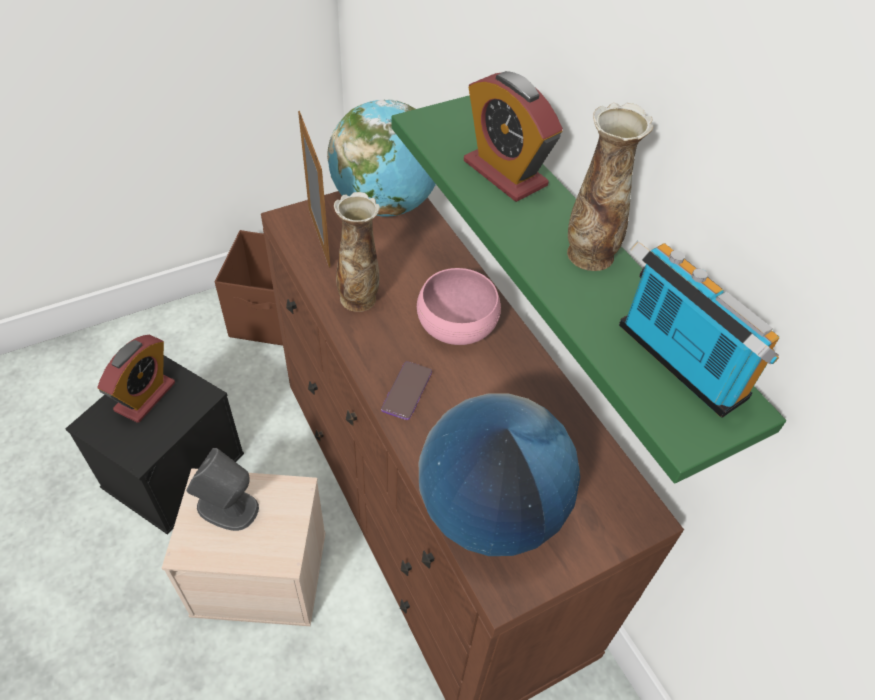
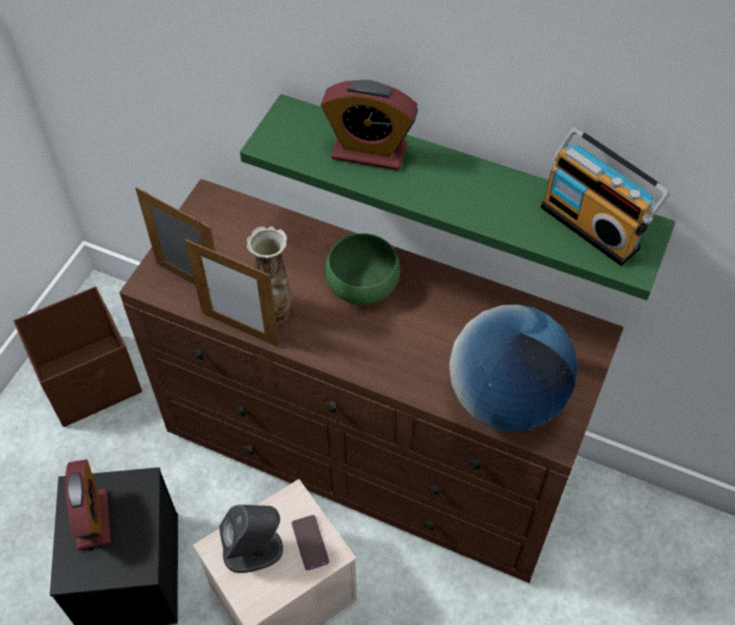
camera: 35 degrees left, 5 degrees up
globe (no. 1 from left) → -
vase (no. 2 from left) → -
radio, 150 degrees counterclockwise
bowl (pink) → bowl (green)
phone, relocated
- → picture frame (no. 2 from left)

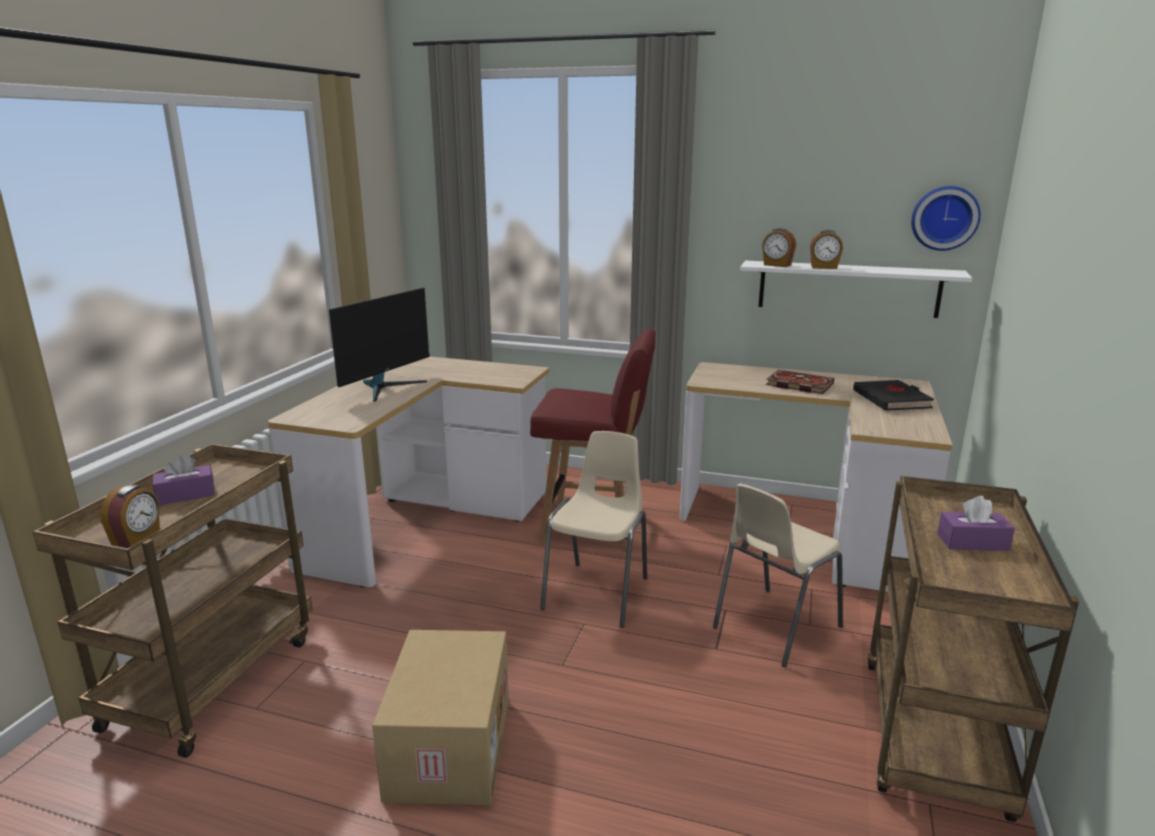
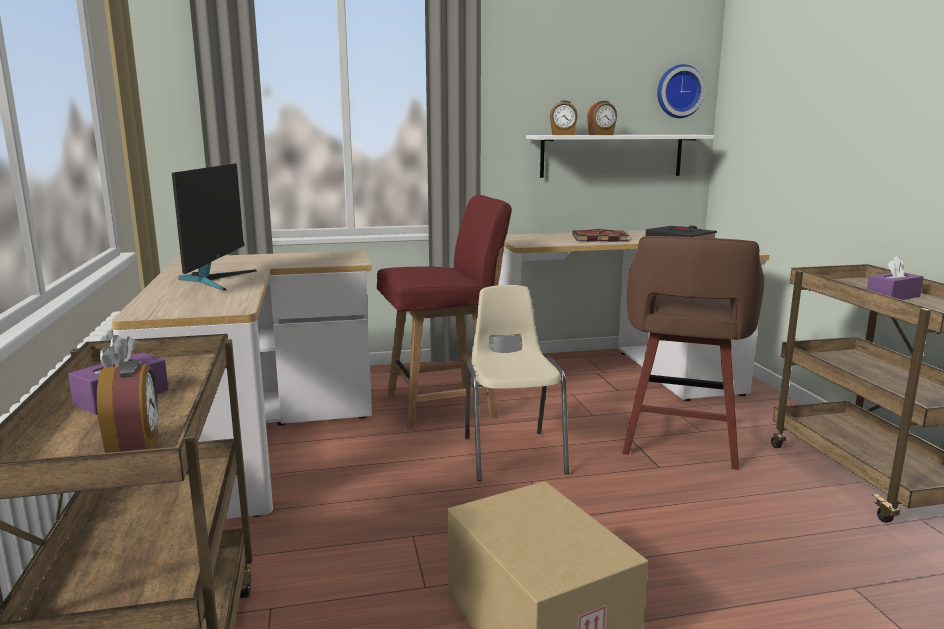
camera: 30 degrees left, 5 degrees down
chair (beige) (no. 2 from left) → stool (brown)

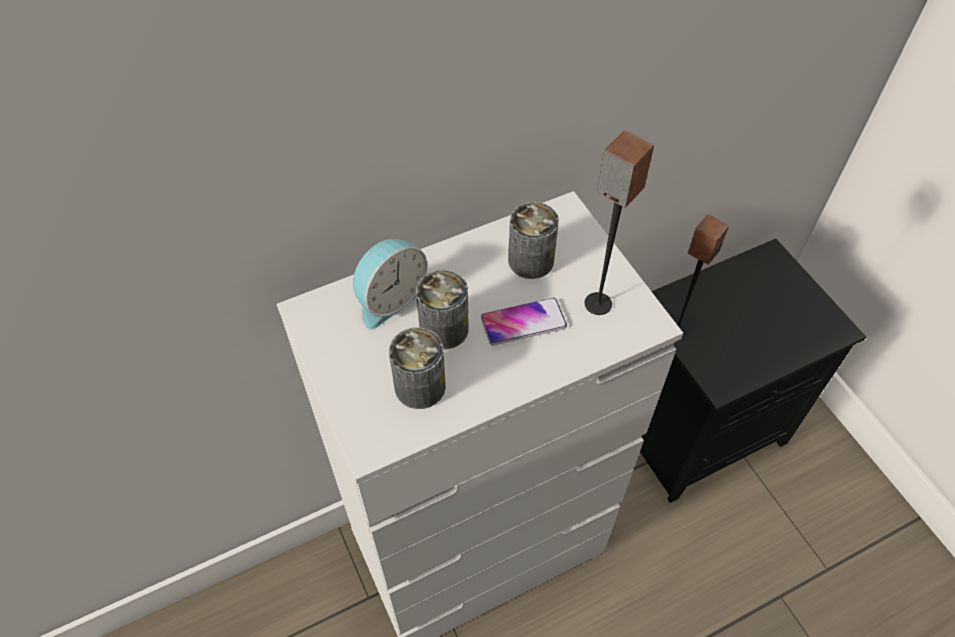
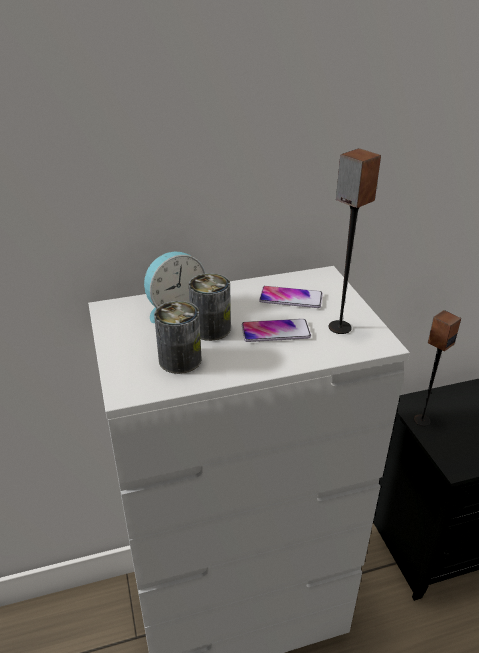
camera: 10 degrees right, 20 degrees down
can (no. 3 from left) → phone (no. 2 from left)

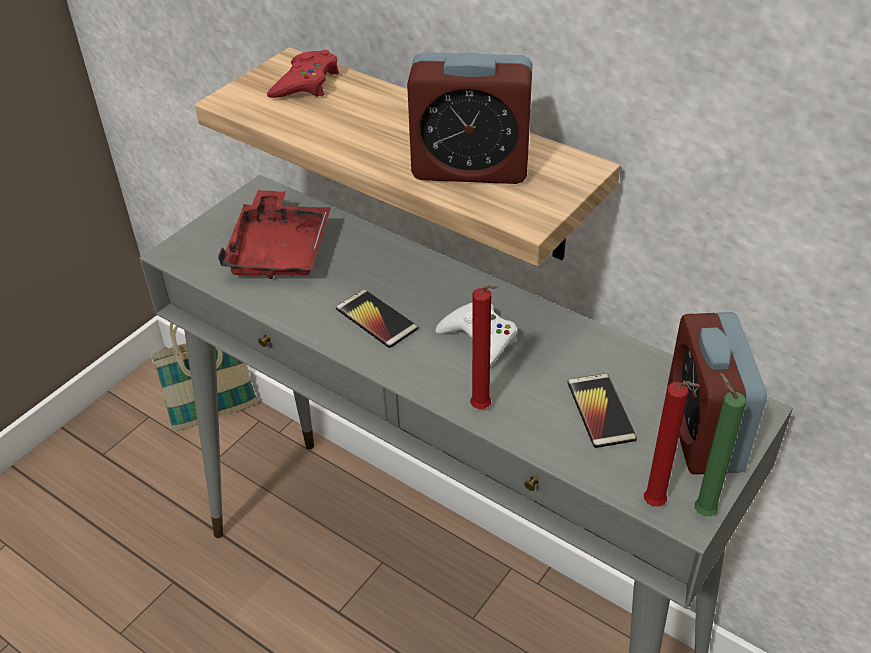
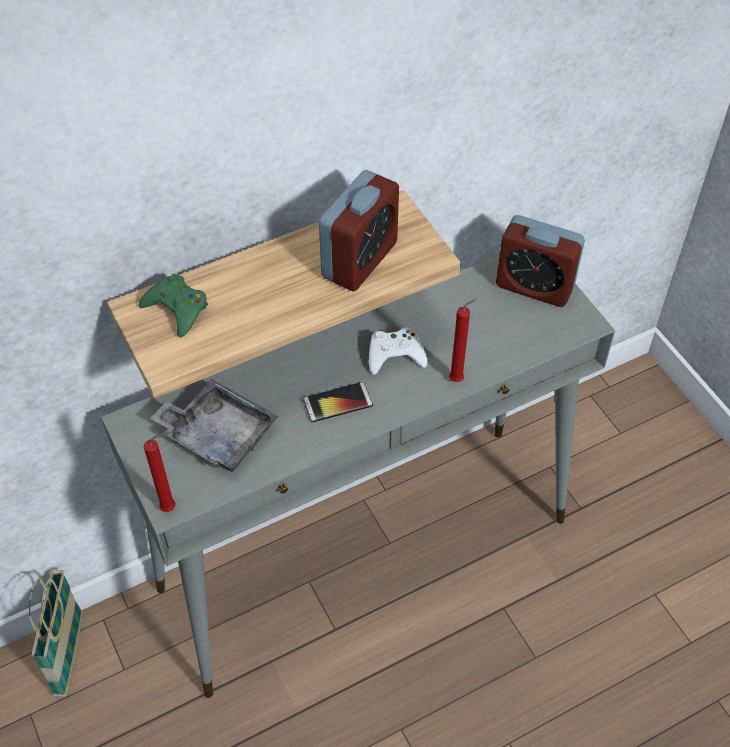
camera: 65 degrees left, 10 degrees up
game controller (red) → game controller (green)
tray (red) → tray (grey)
phone (no. 2 from left) → -
candle (green) → -
candle (red) (no. 2 from left in the first image) → candle (red) (no. 1 from left), relocated

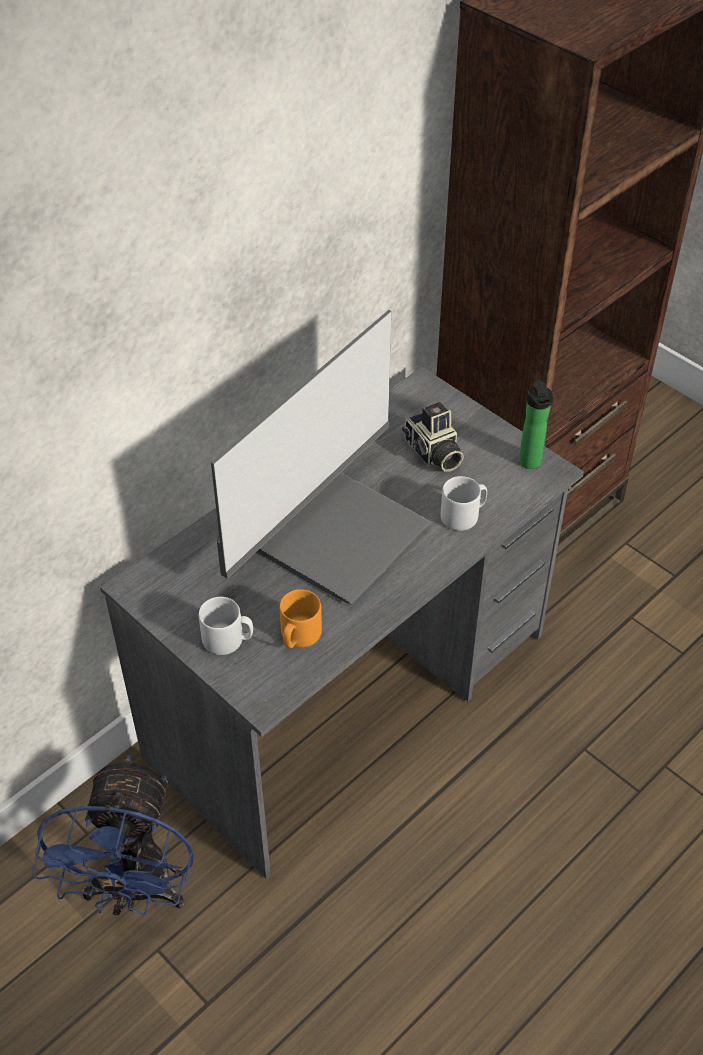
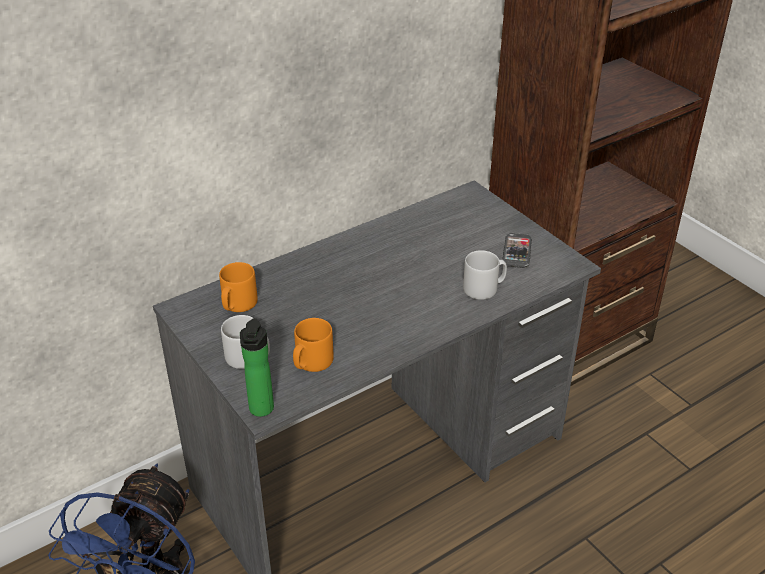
camera: 10 degrees right, 10 degrees down
monitor → -
bottle, relocated
photo camera → -
- → phone
- → mug (orange) (no. 1 from left)

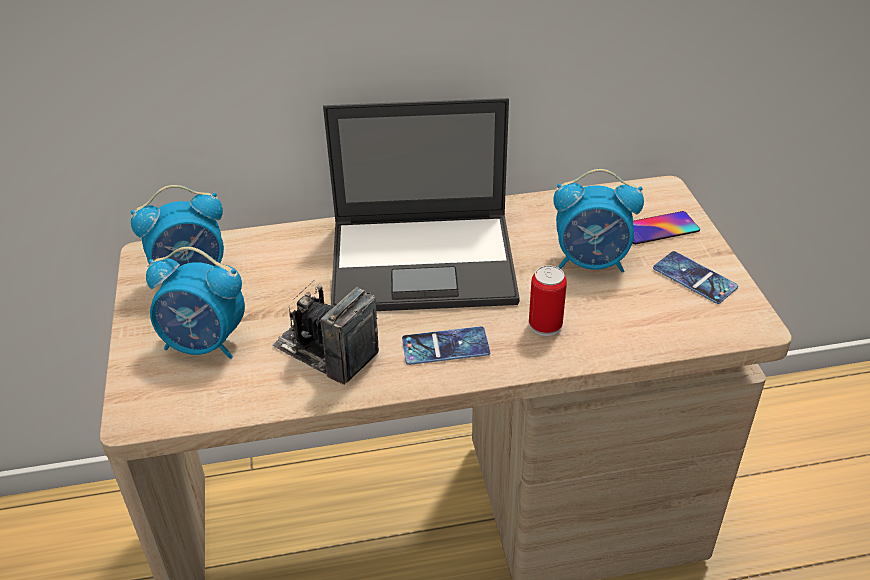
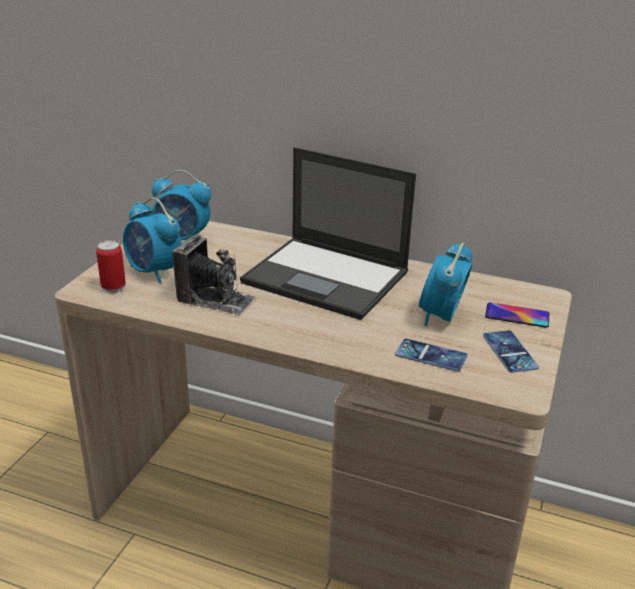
camera: 30 degrees right, 10 degrees down
alarm clock (no. 3 from left), 75 degrees clockwise
can, relocated
photo camera, 135 degrees clockwise
phone (no. 1 from left), relocated

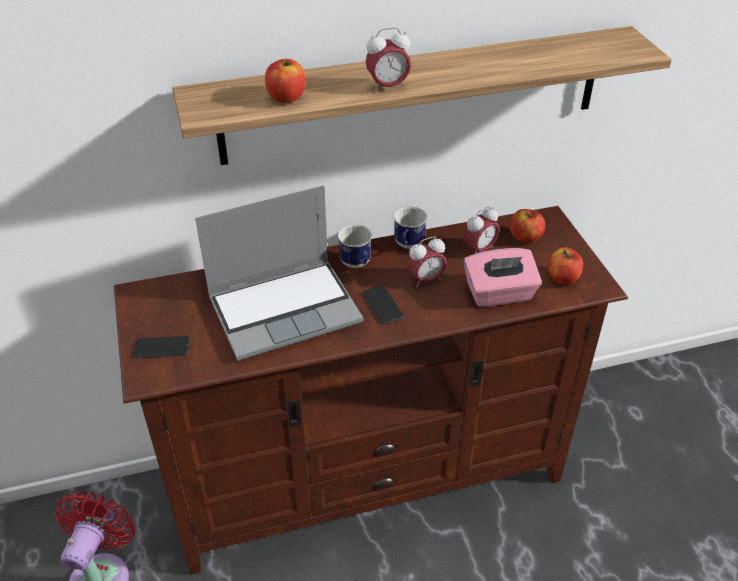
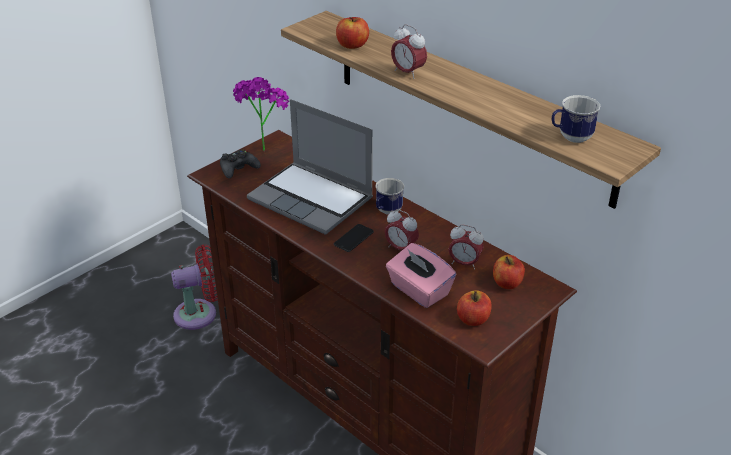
camera: 60 degrees right, 5 degrees down
mug (no. 2 from left), relocated
phone (no. 1 from left) → game controller (black)
- → potted plant

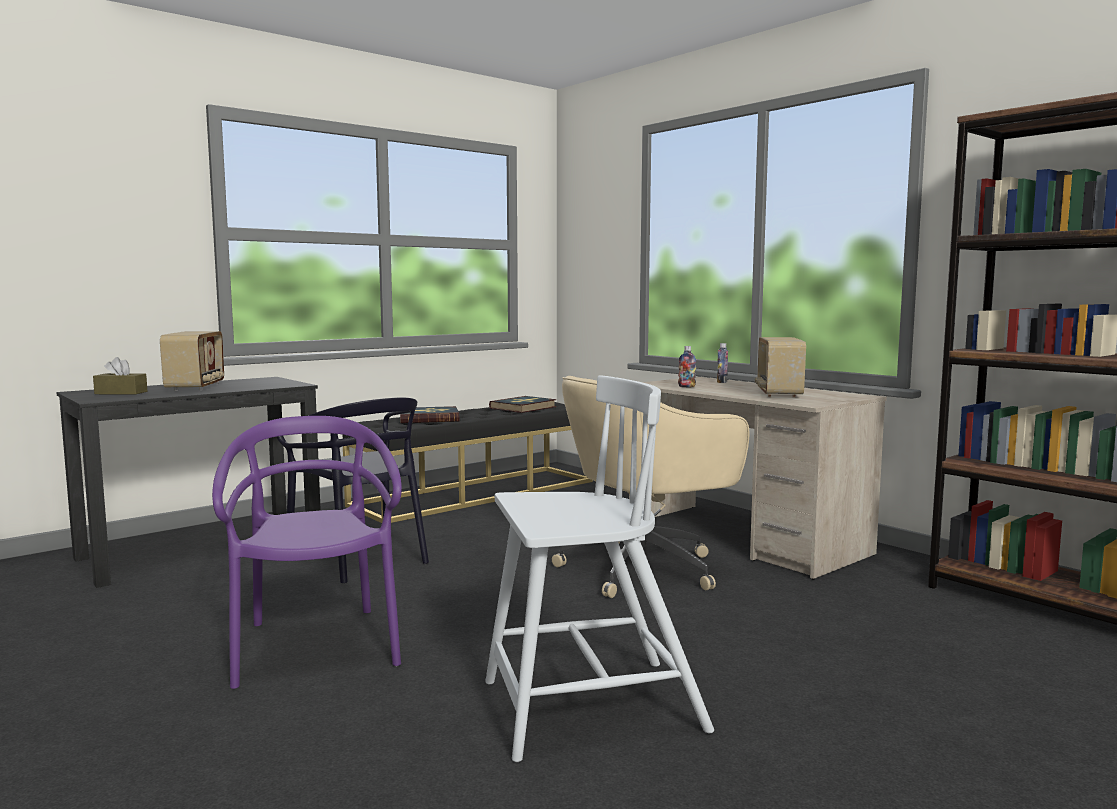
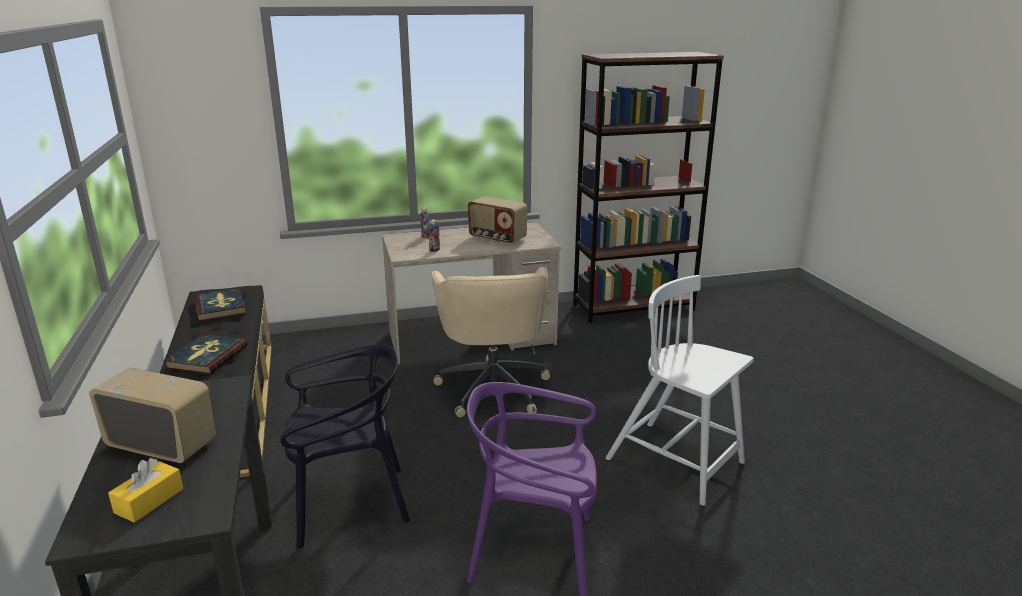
camera: 65 degrees left, 15 degrees up
tissue box (brown) → tissue box (yellow)
chair (white), 60 degrees counterclockwise

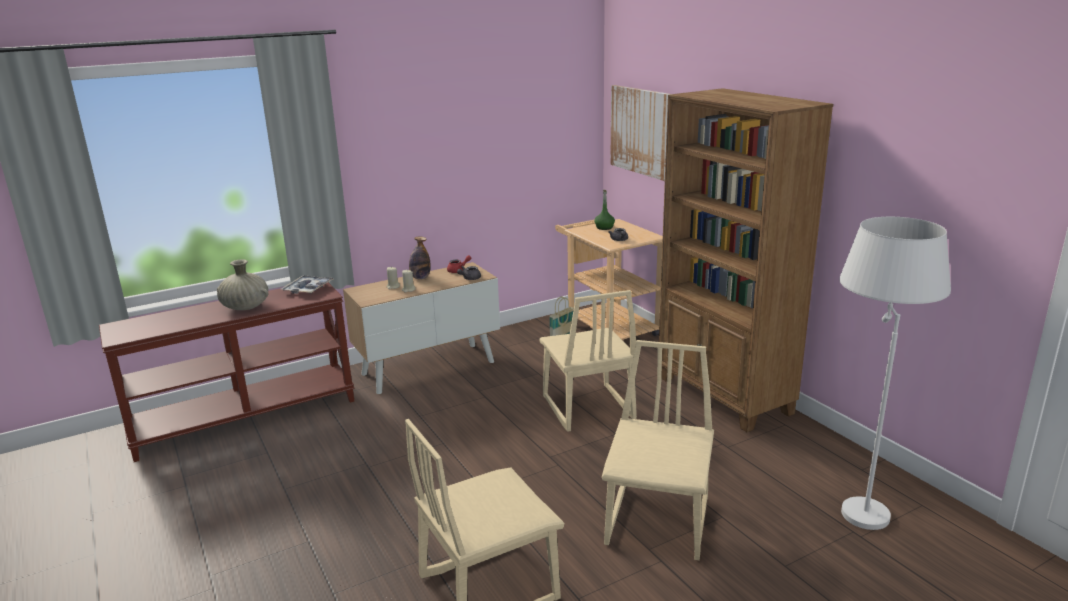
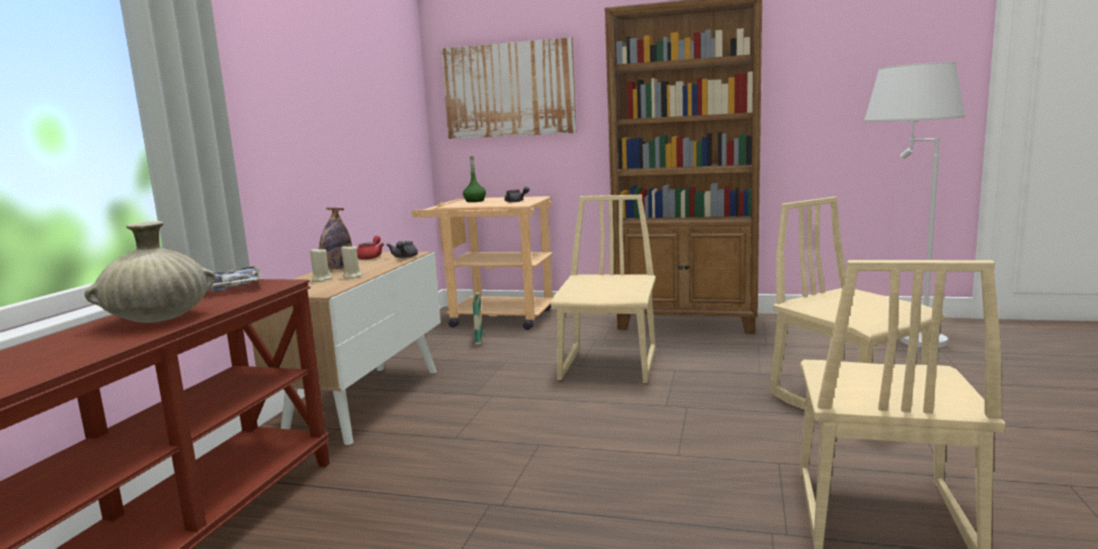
camera: 45 degrees left, 10 degrees down
chair (beige) (no. 2 from left in the first image) → chair (beige) (no. 1 from left), 105 degrees counterclockwise

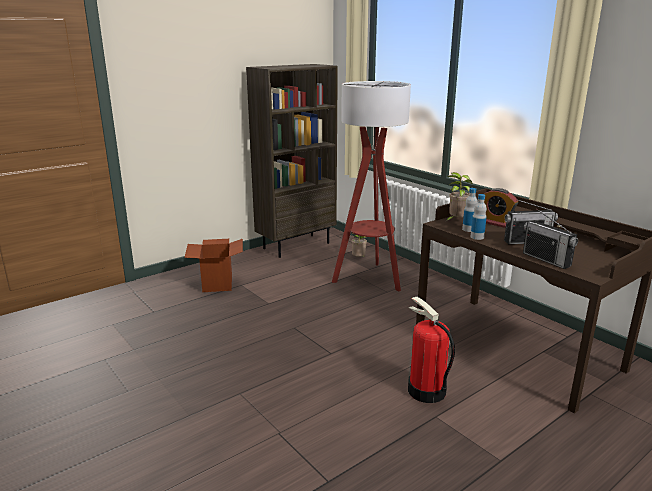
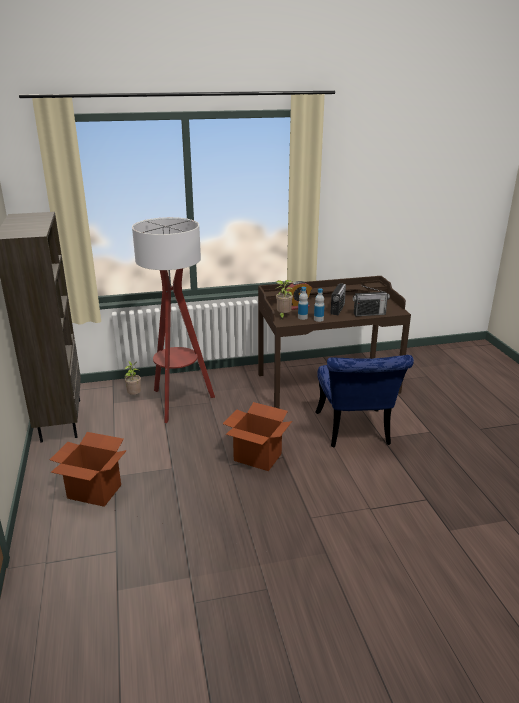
camera: 65 degrees left, 5 degrees up
fire extinguisher → chair (blue)
- → cardboard box (no. 2 from left)

